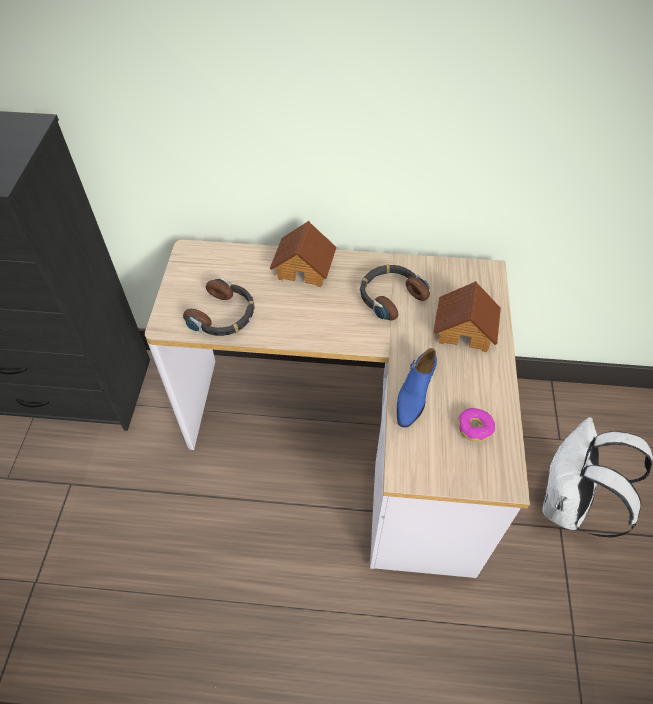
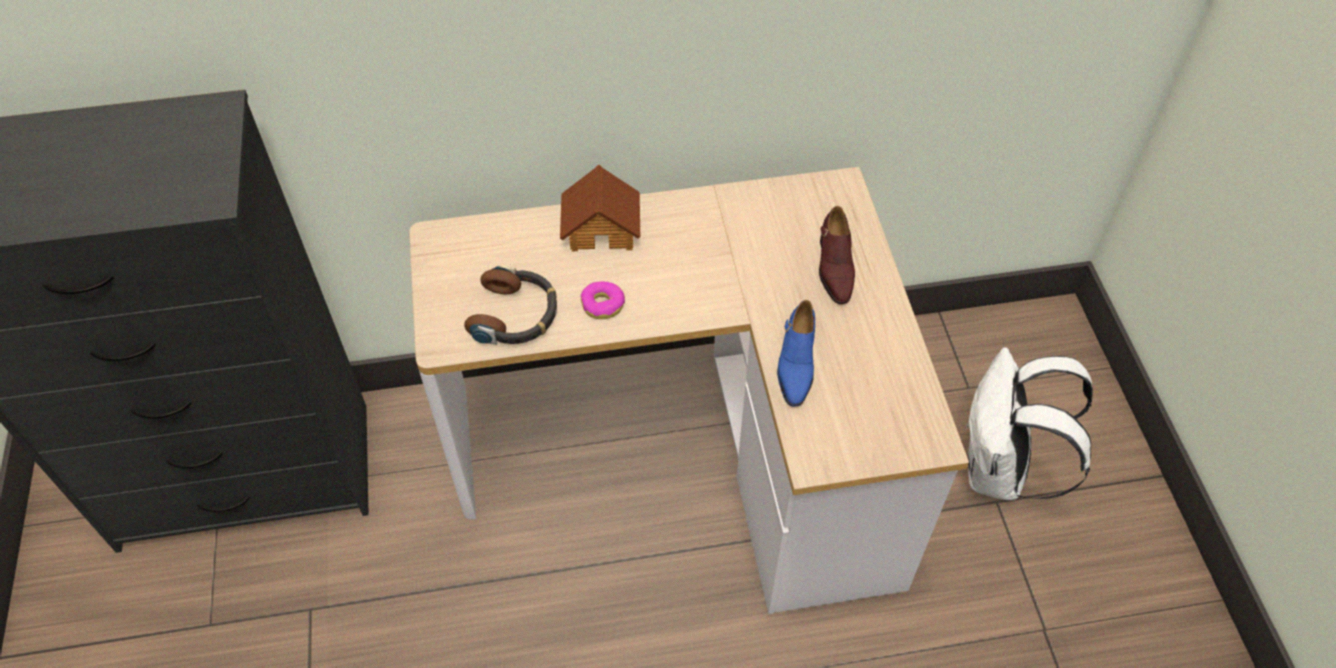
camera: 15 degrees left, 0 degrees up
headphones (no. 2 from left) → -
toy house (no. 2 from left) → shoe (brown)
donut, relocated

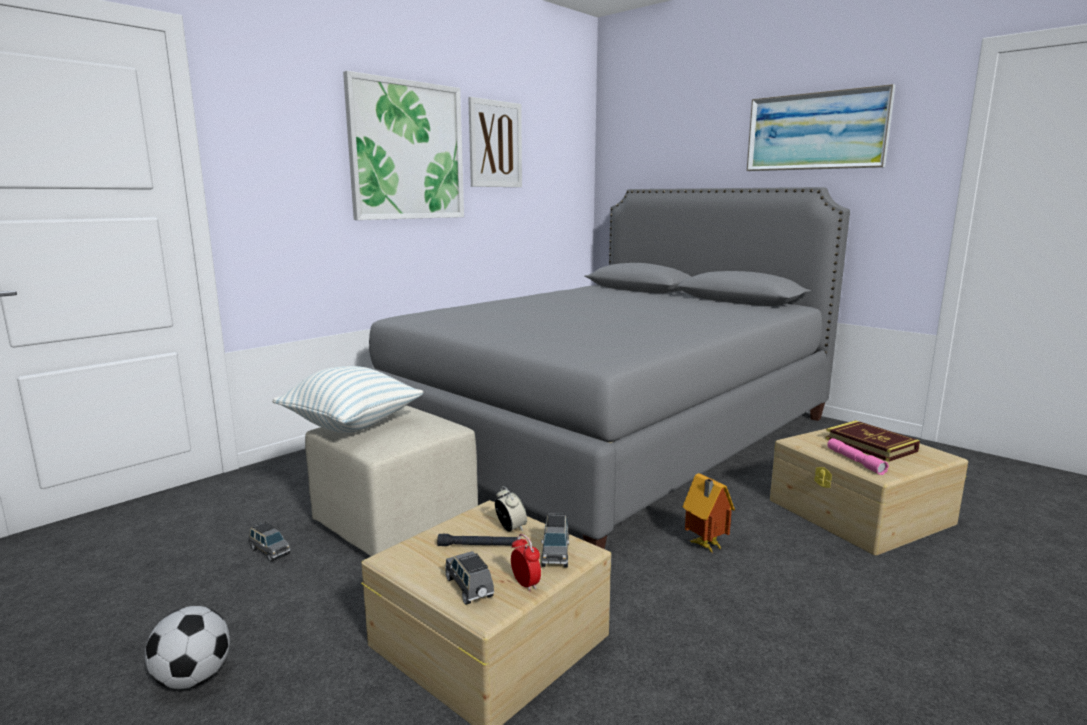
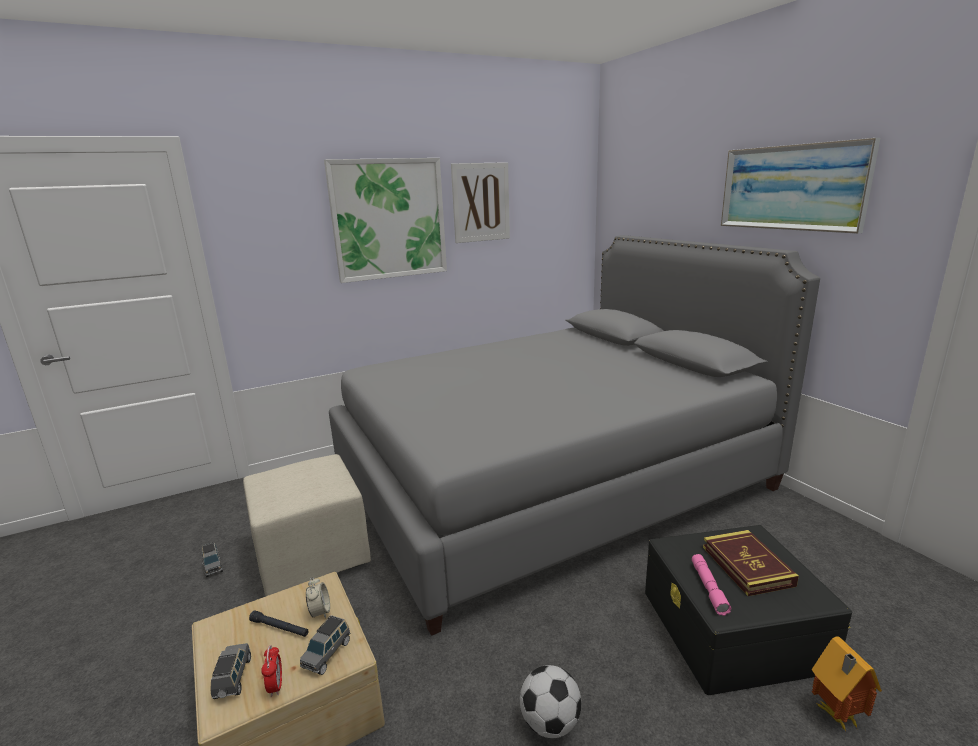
camera: 20 degrees right, 5 degrees up
pillow → -
storage box (beige) (no. 2 from left) → storage box (black)
toy house, relocated
football, relocated

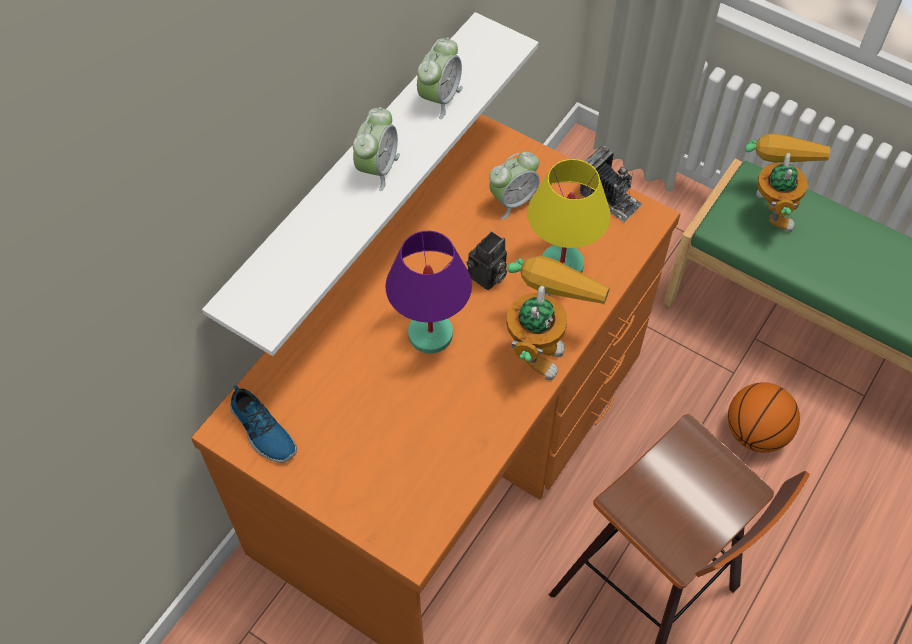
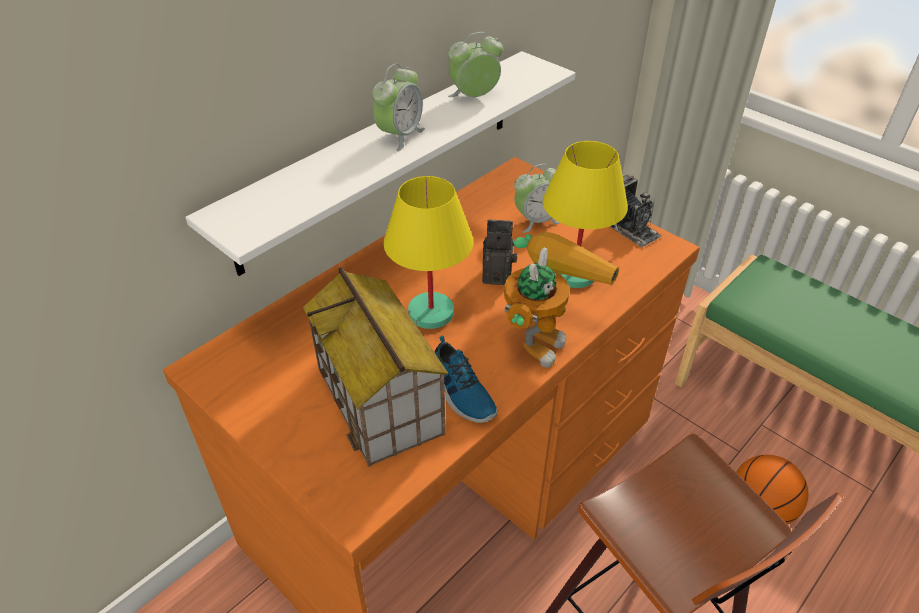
camera: 10 degrees right, 15 degrees down
alarm clock (no. 2 from left), 150 degrees counterclockwise
toy robot (no. 2 from left) → -
table lamp (purple) → table lamp (yellow) (no. 1 from left)
photo camera (no. 1 from left), 135 degrees counterclockwise
shoe, relocated
- → toy house

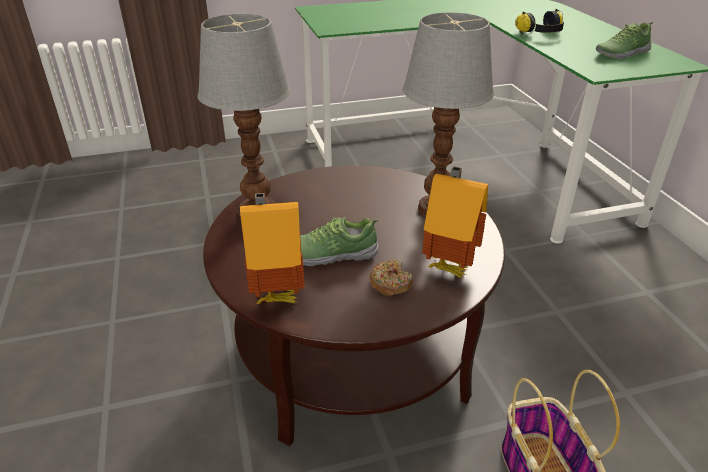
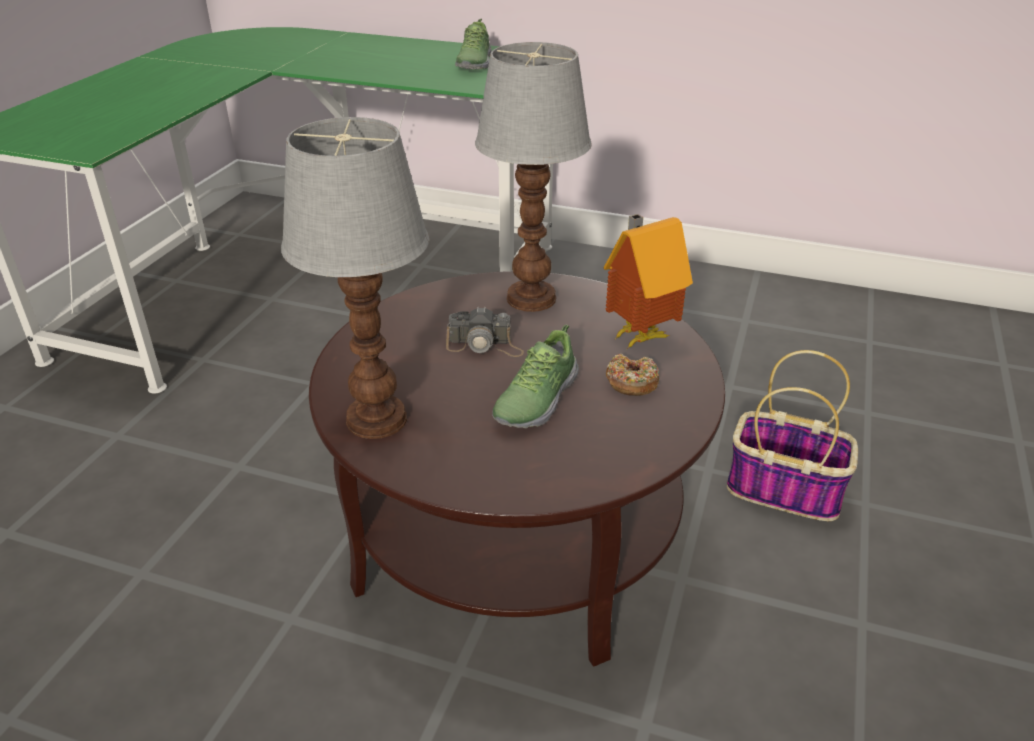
camera: 55 degrees left, 0 degrees up
headphones → -
toy house (no. 1 from left) → -
- → photo camera

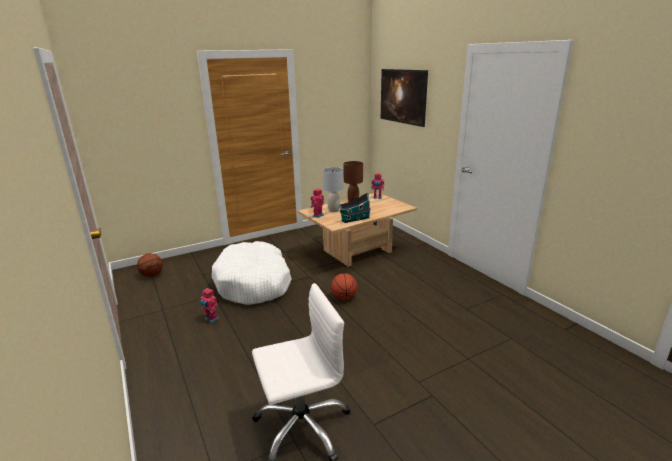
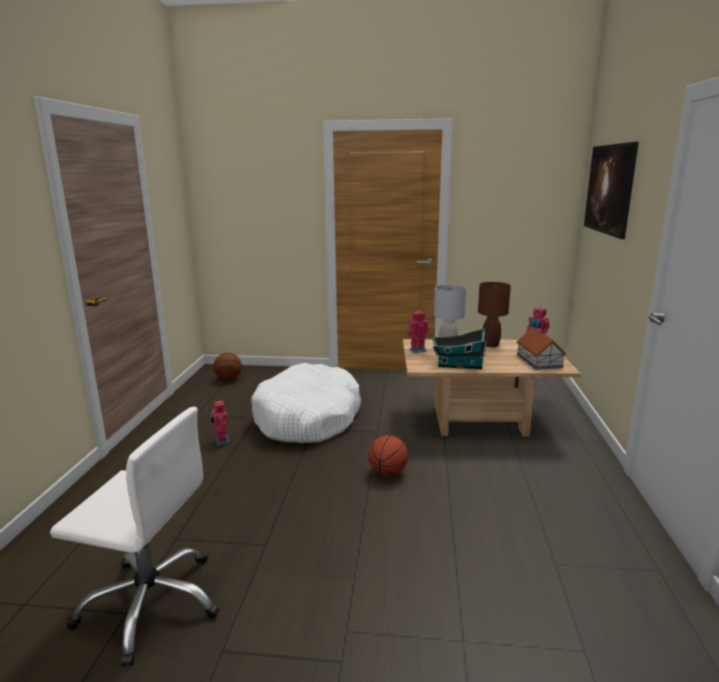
camera: 35 degrees right, 5 degrees down
- → toy house (no. 2 from left)

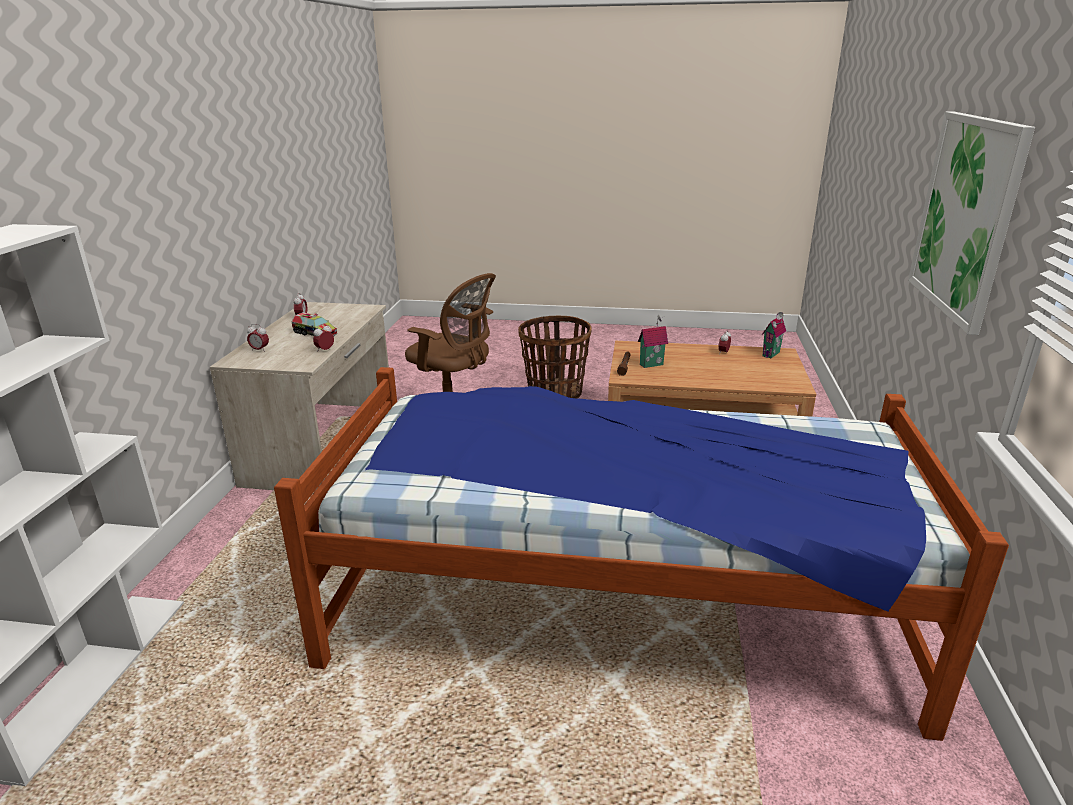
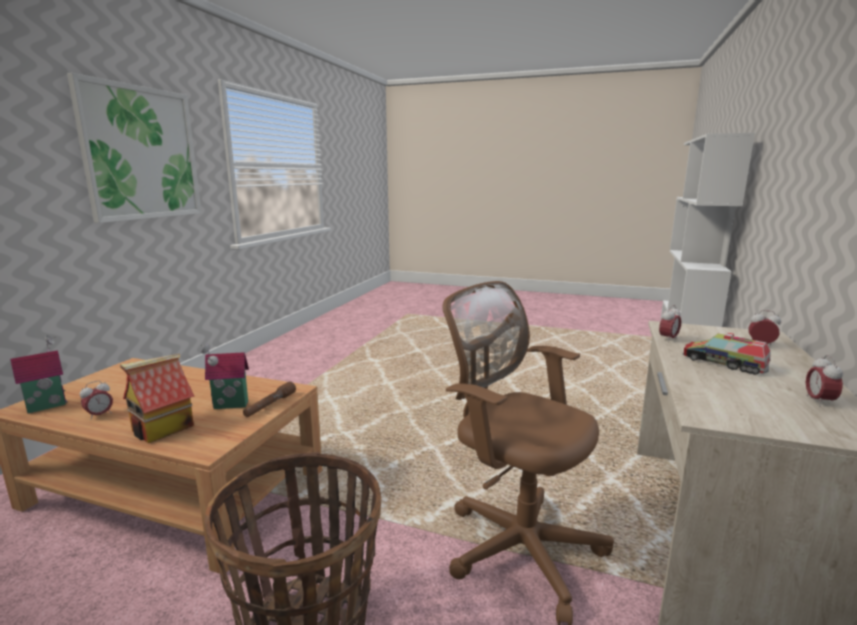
camera: 170 degrees left, 10 degrees down
bed → -
- → toy house (no. 2 from left)

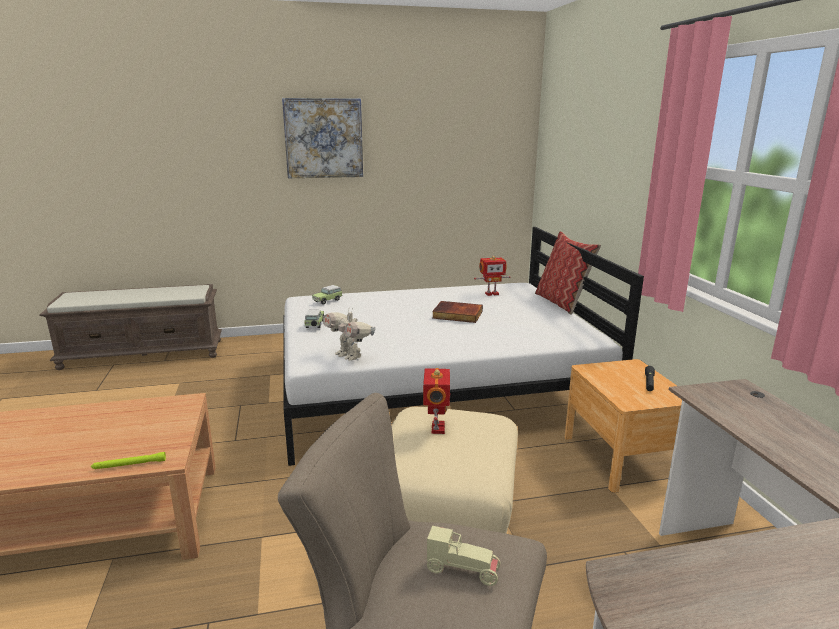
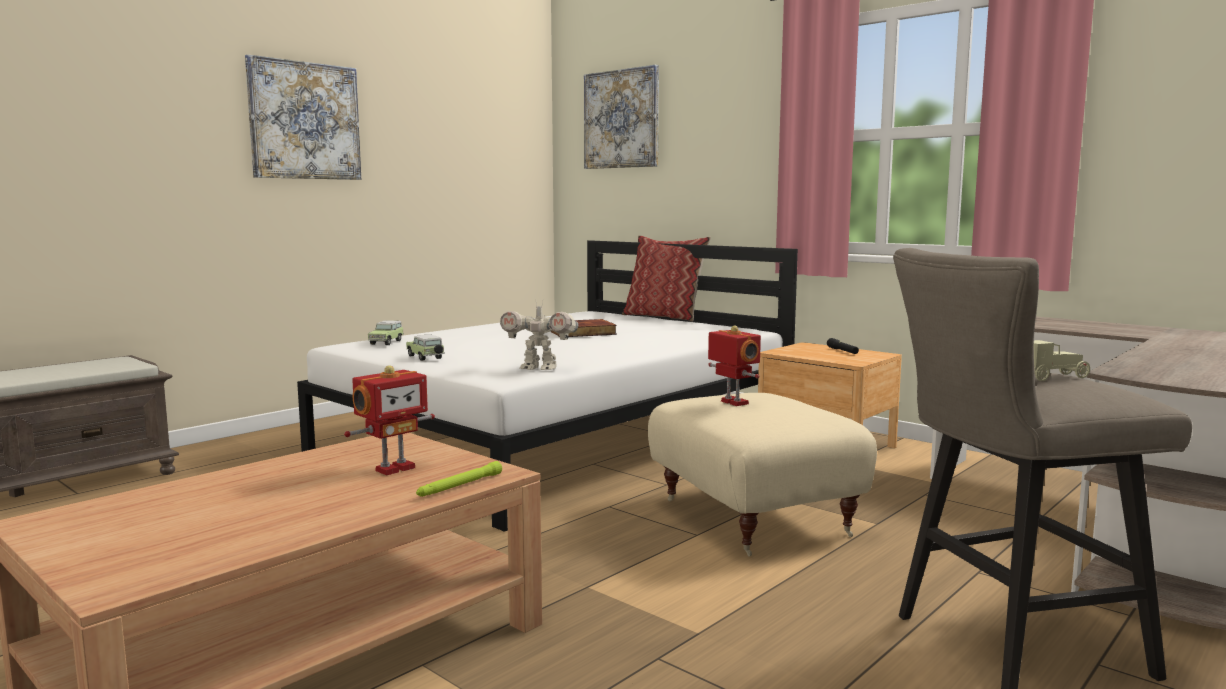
camera: 35 degrees left, 10 degrees down
toy robot (no. 3 from left in the first image) → toy robot (no. 1 from left), relocated
- → picture (no. 2 from left)

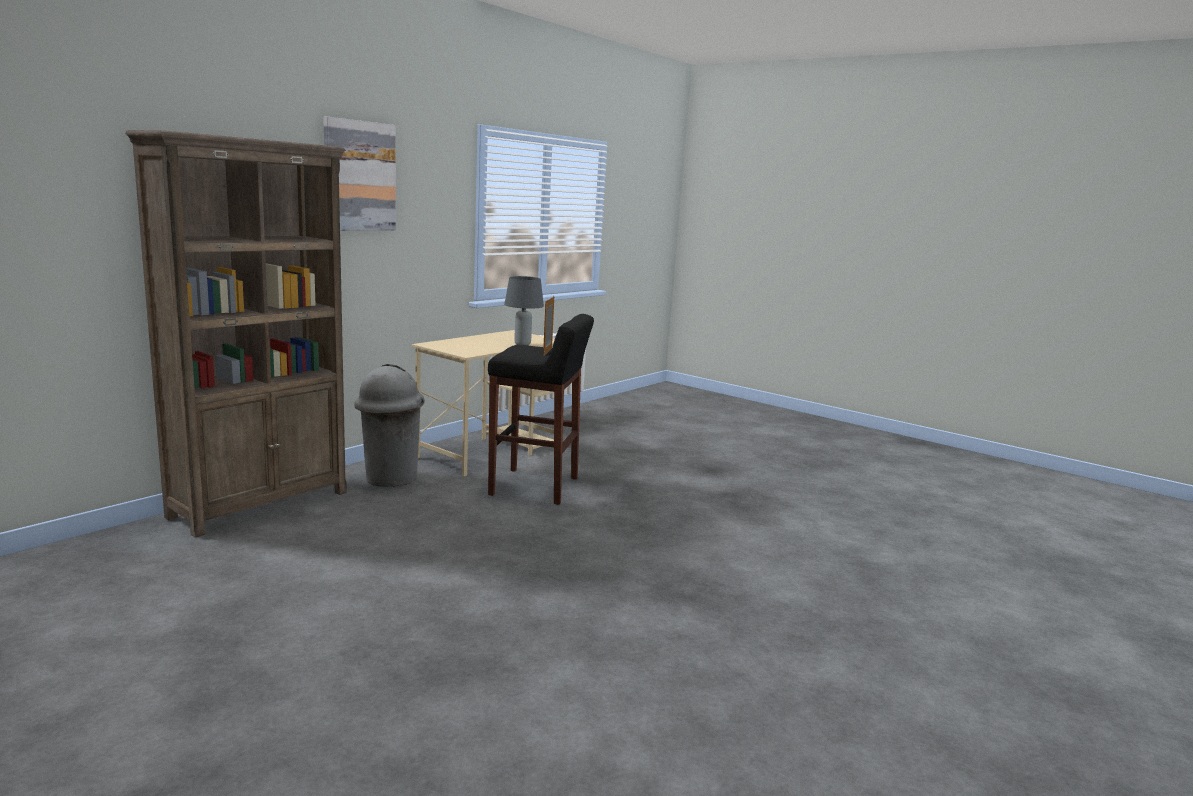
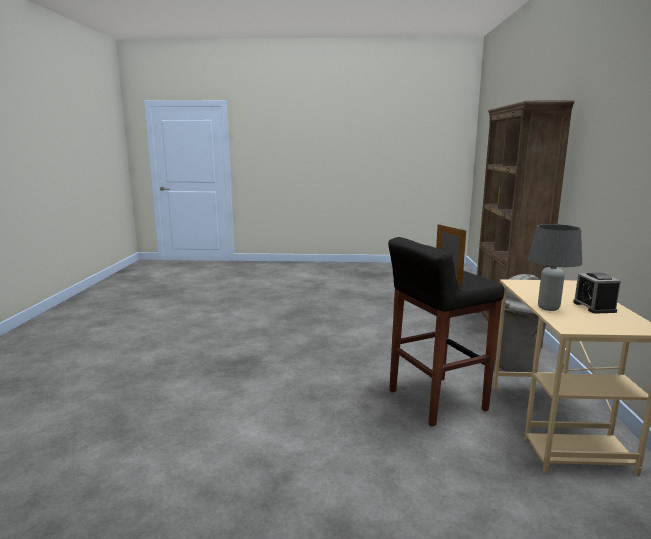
camera: 145 degrees right, 0 degrees up
picture → -
- → alarm clock

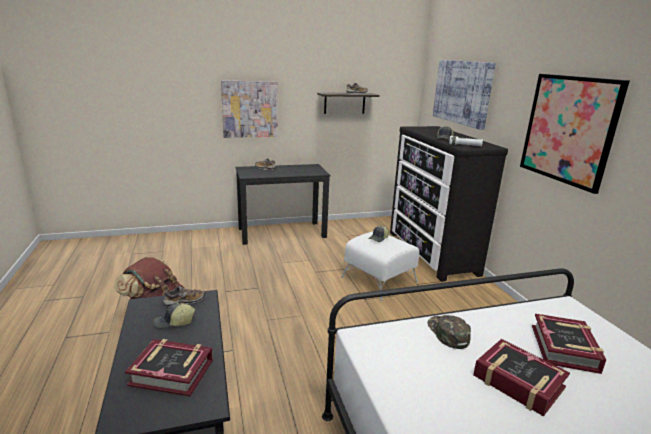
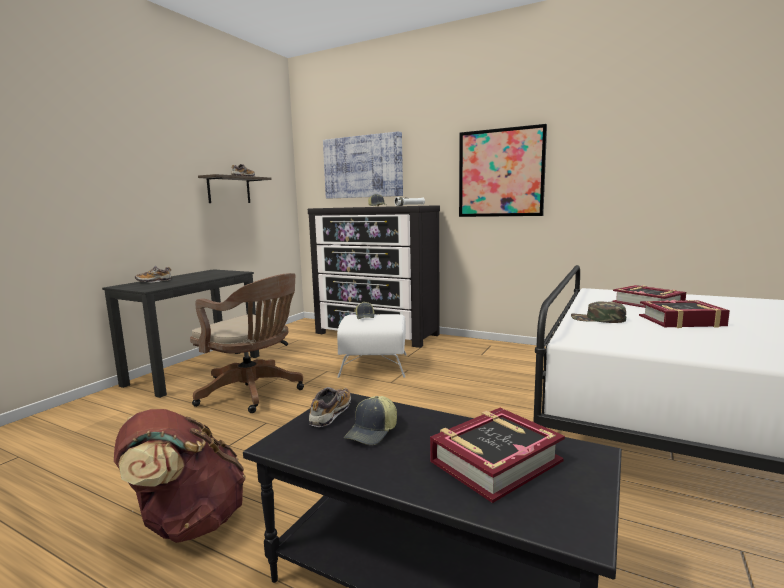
camera: 45 degrees left, 10 degrees down
picture (no. 1 from left) → -
- → office chair (brown)

